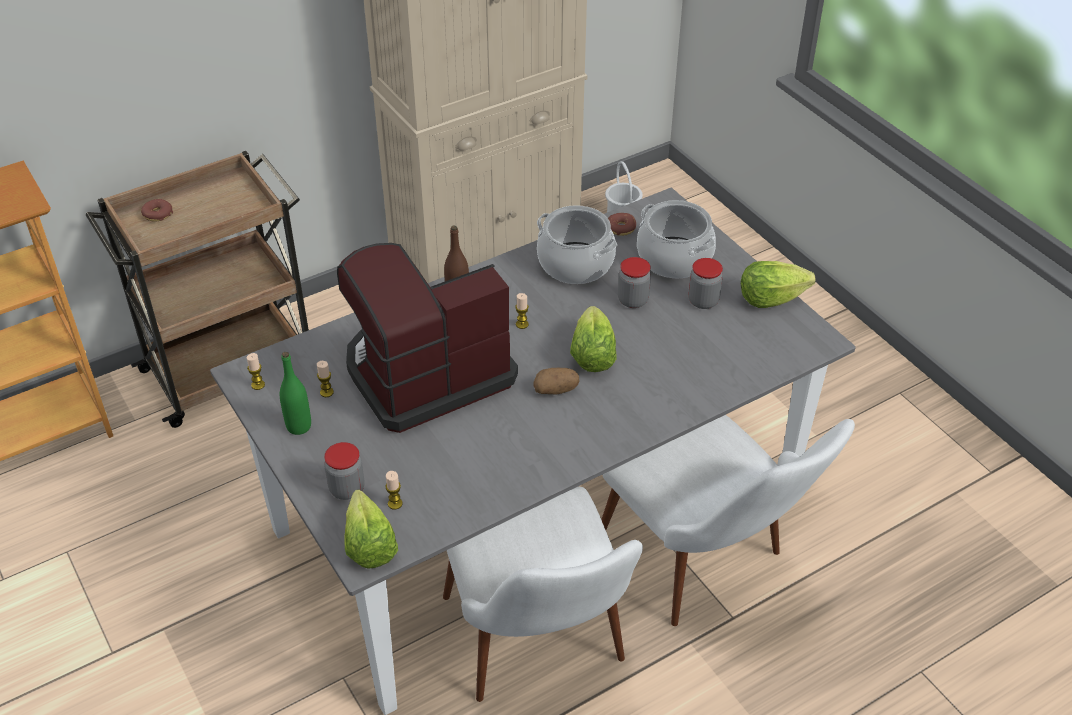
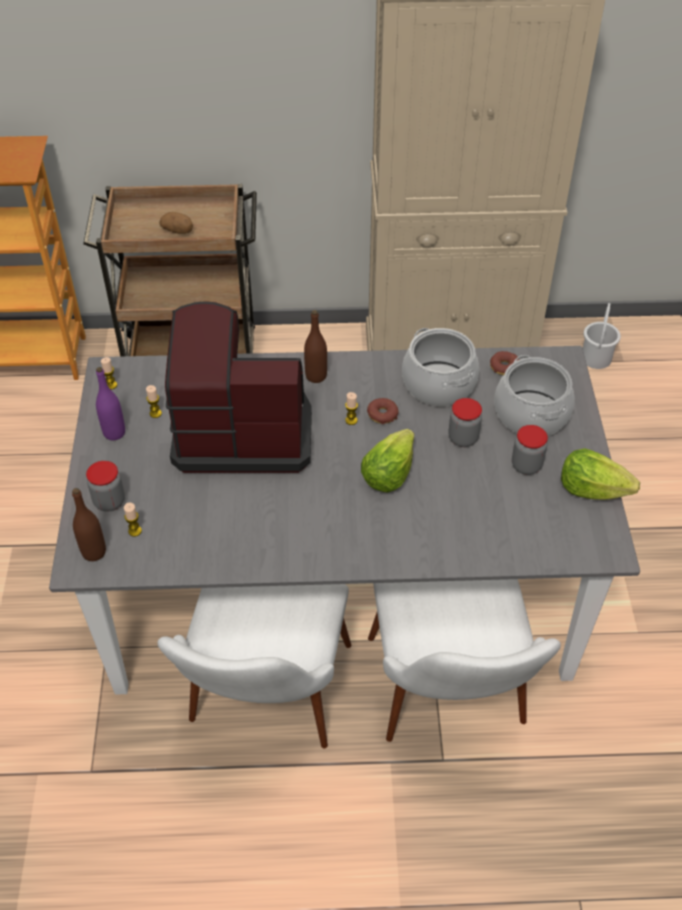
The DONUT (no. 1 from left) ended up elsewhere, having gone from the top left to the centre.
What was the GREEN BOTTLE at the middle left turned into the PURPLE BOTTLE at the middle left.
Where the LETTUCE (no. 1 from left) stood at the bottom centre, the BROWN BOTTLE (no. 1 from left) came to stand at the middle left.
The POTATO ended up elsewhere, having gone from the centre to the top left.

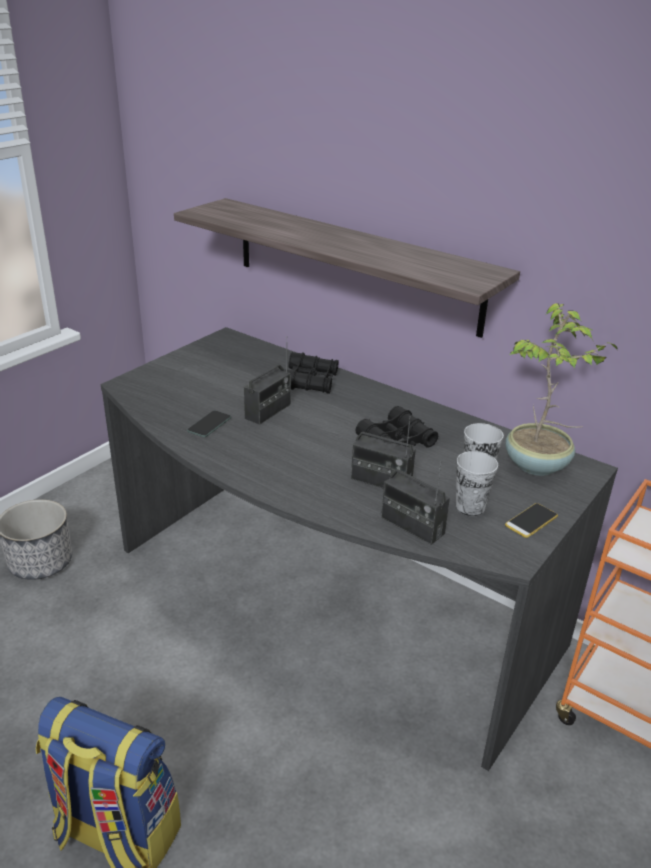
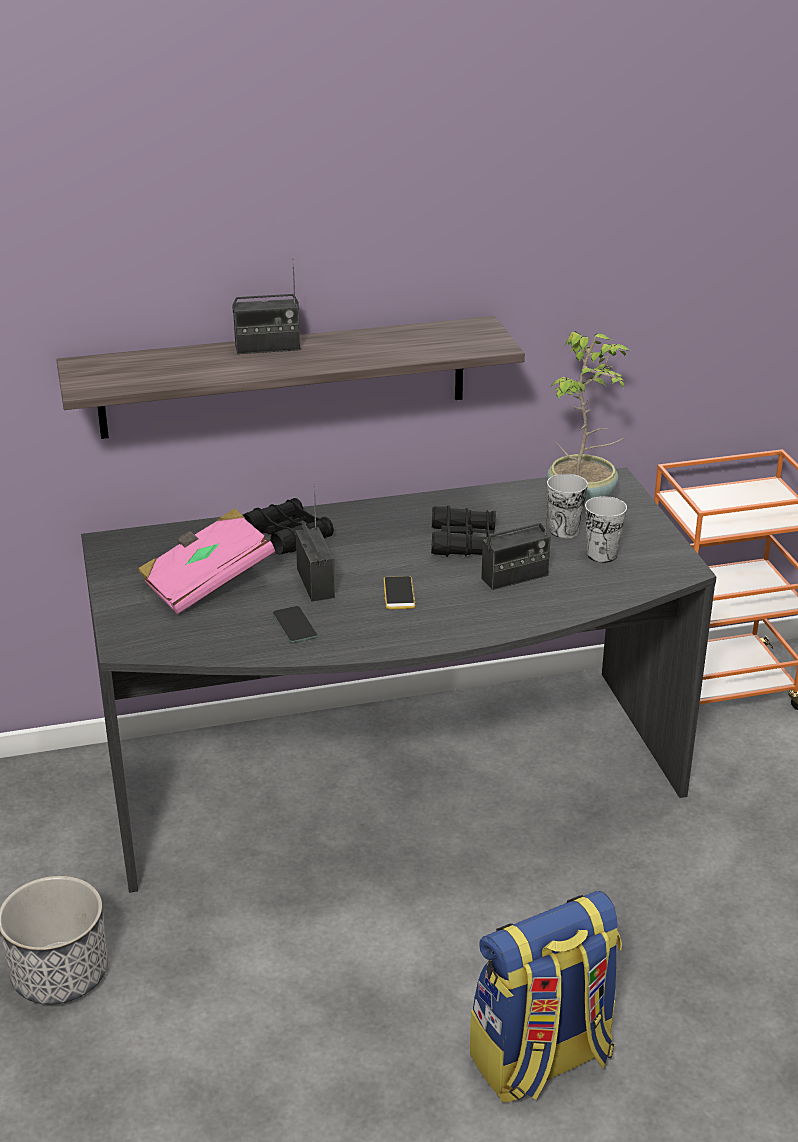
The RADIO (no. 3 from left in the first image) ended up elsewhere, having gone from the centre to the top centre.
The PHONE (no. 2 from left) ended up elsewhere, having gone from the middle right to the centre.
The second view gained the PINK BOOK at the middle left.

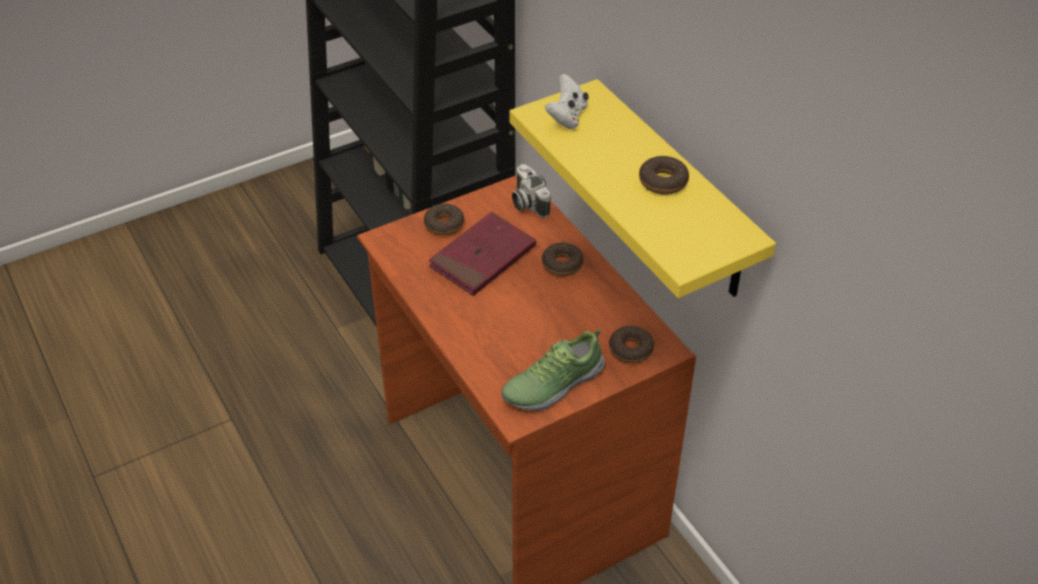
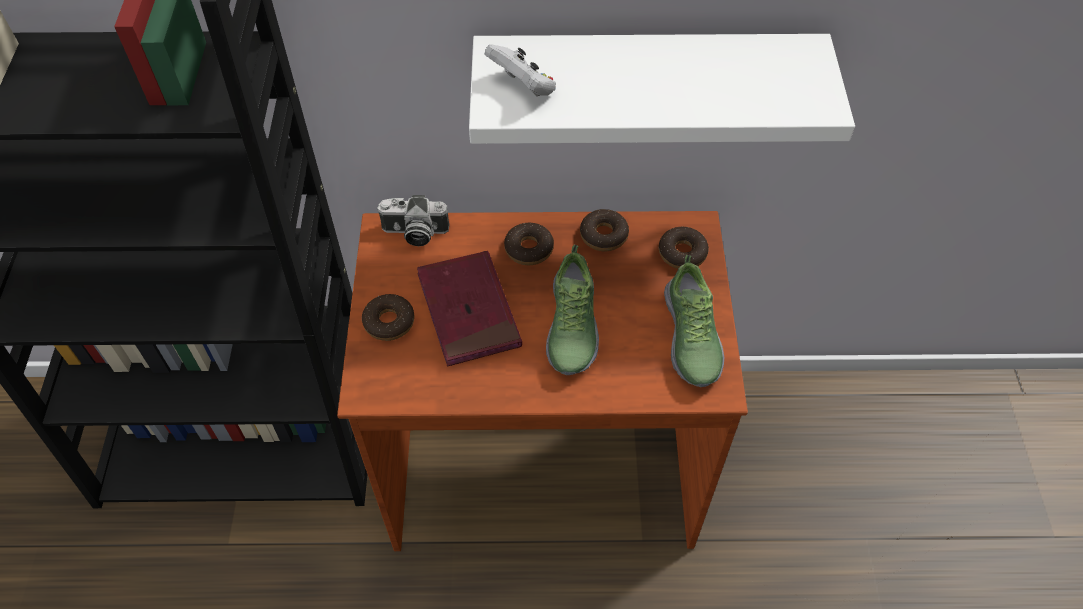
What was the YELLOW SHELF at the top centre turned into the WHITE SHELF at the top centre.
The DONUT (no. 4 from left in the first image) ended up elsewhere, having gone from the top centre to the centre.
The second view gained the SHOE (no. 1 from left) at the centre.

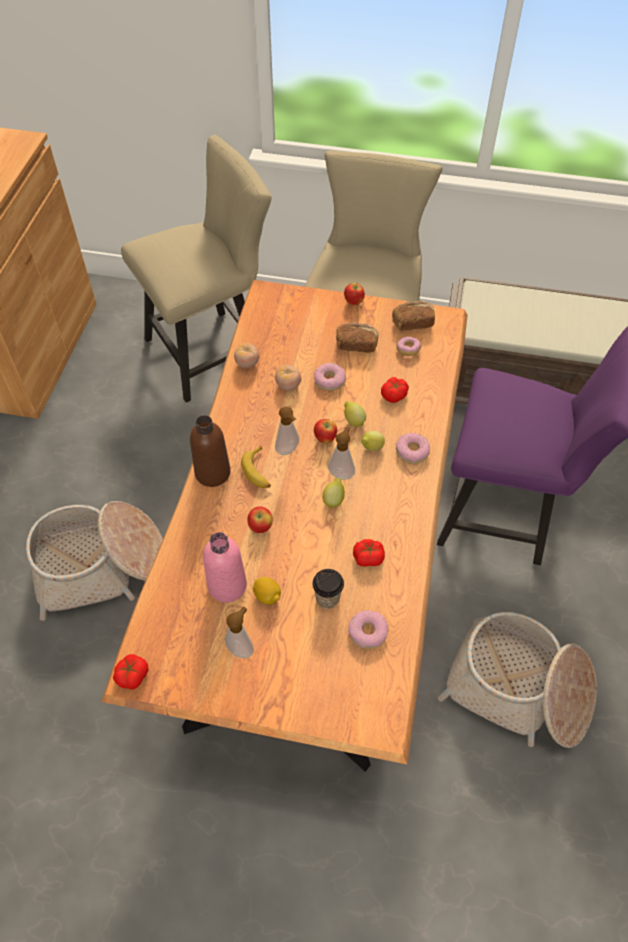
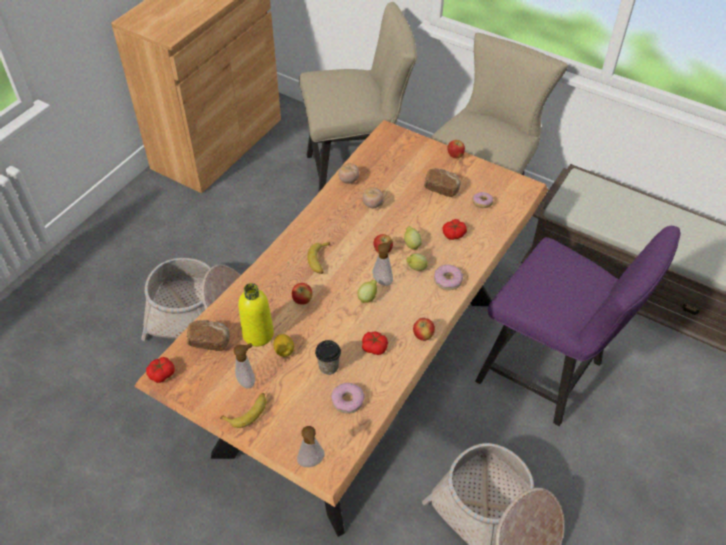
The second view lost the BROWN BOTTLE at the centre.
What was the PINK BOTTLE at the centre turned into the YELLOW BOTTLE at the centre.
The SOAP DISPENSER (no. 2 from left) ended up elsewhere, having gone from the centre to the bottom centre.
The second view lost the DONUT (no. 1 from left) at the centre.
The BREAD (no. 2 from left in the first image) ended up elsewhere, having gone from the centre to the middle left.
The second view gained the BANANA (no. 1 from left) at the bottom centre.
The second view gained the APPLE (no. 3 from left) at the centre.

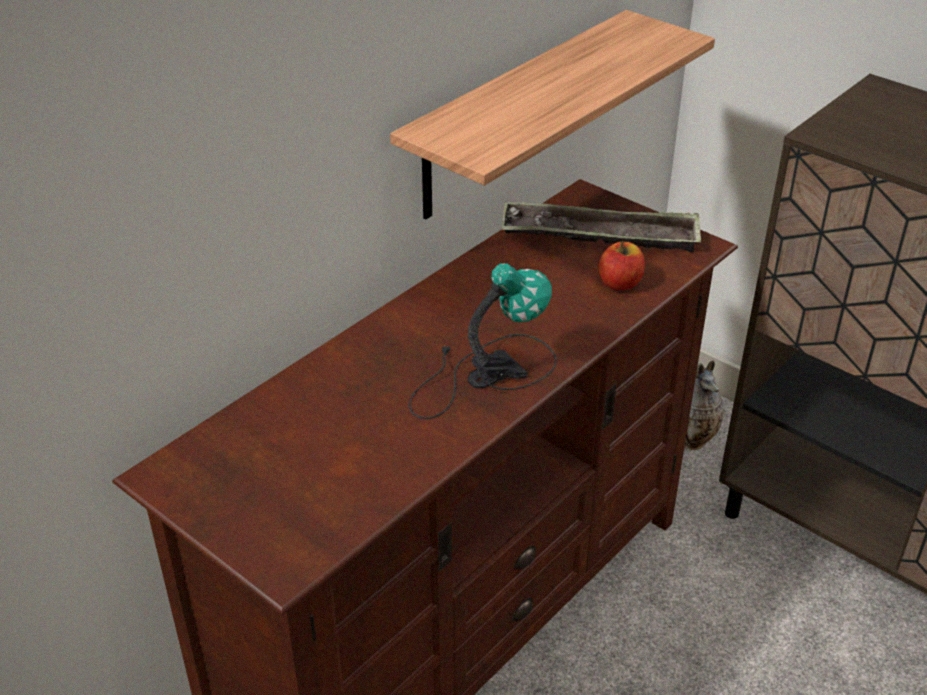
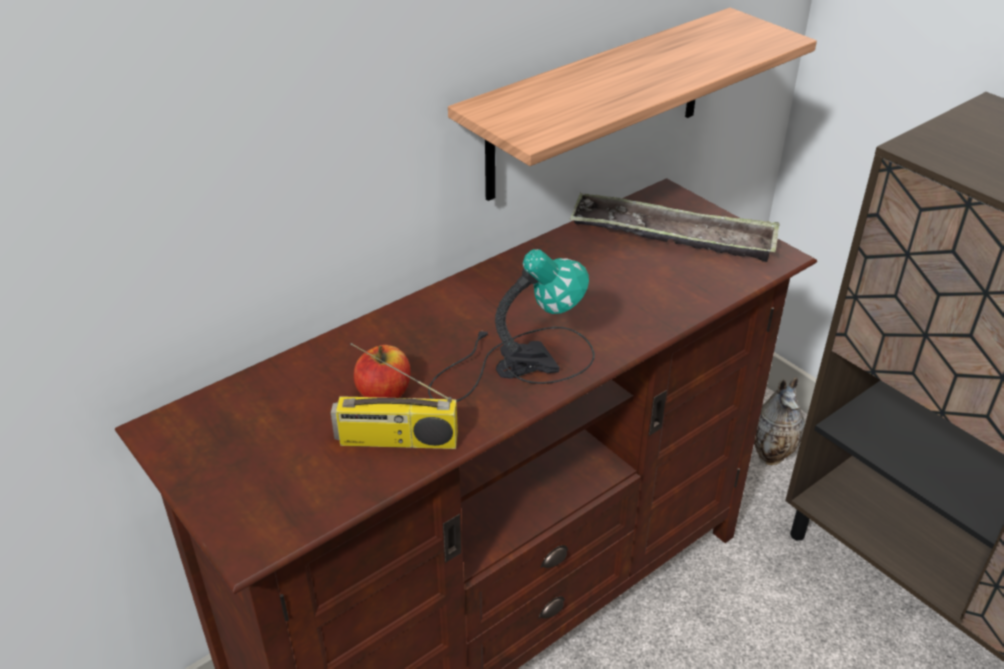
The APPLE ended up elsewhere, having gone from the middle right to the centre.
The second view gained the RADIO at the centre.

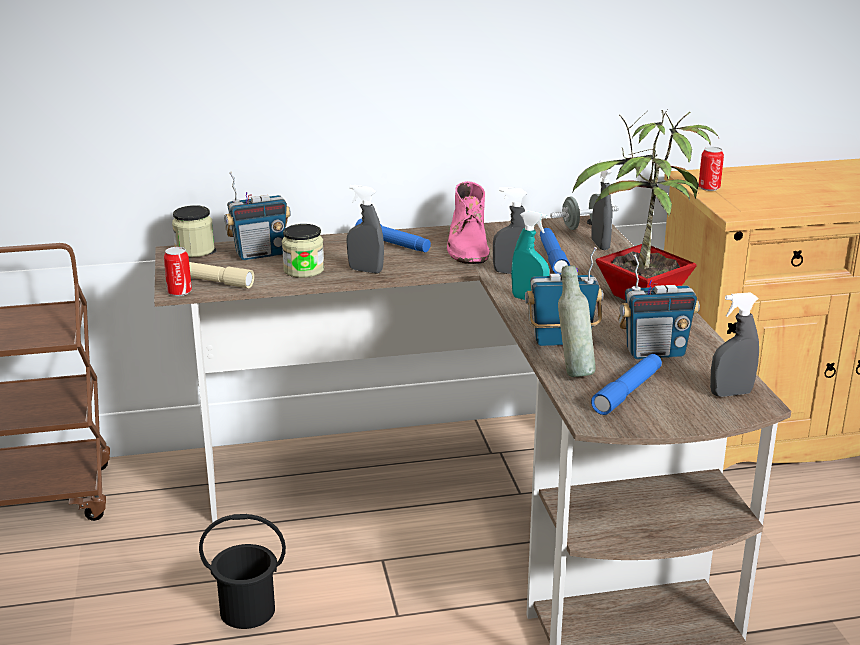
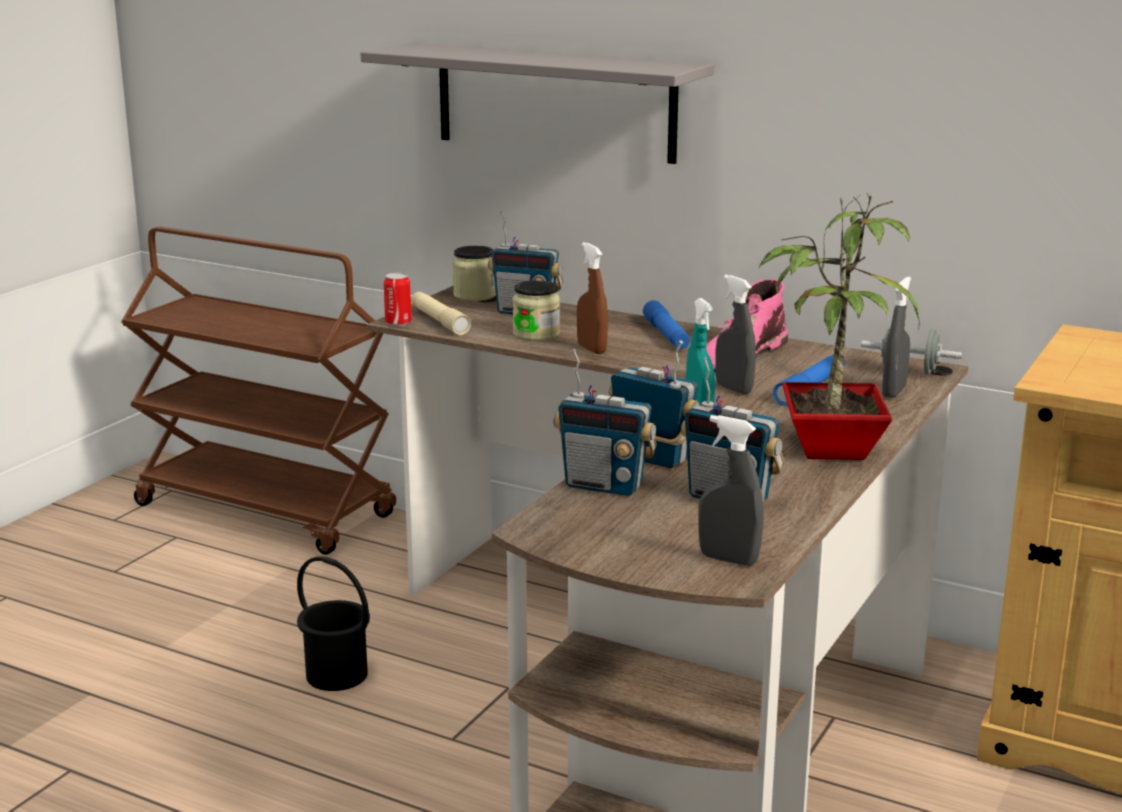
What was the GREY SPRAY BOTTLE (no. 1 from left) at the centre turned into the BROWN SPRAY BOTTLE at the centre.
Where the GREY BOTTLE stood at the middle right, the RADIO (no. 2 from left) came to stand at the centre.
The second view lost the BLUE FLASHLIGHT (no. 3 from left) at the middle right.
The second view lost the CAN (no. 2 from left) at the top right.
The second view gained the GREY SHELF at the top centre.

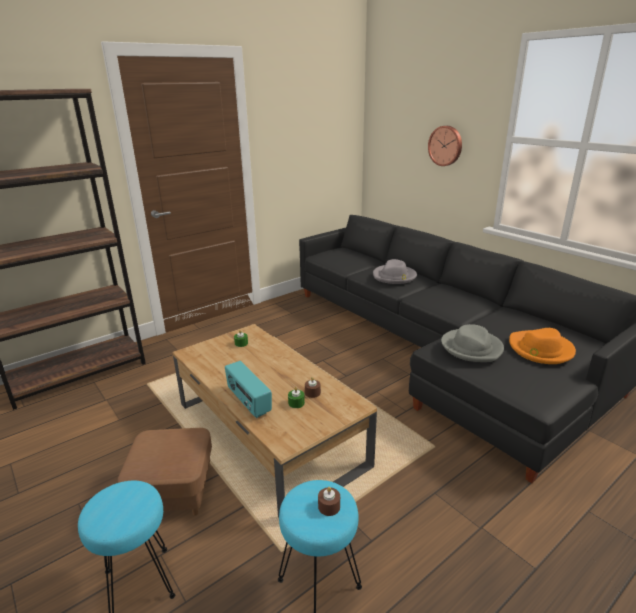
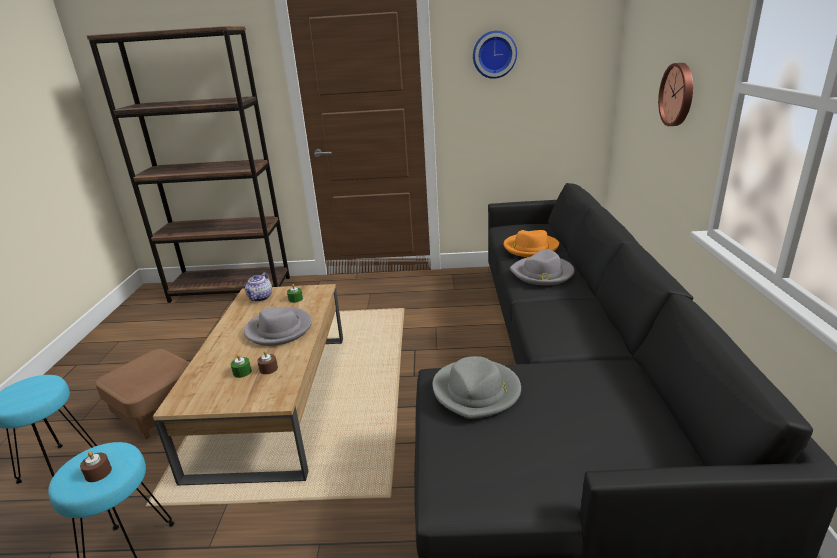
The second view lost the RADIO at the centre.
The ORANGE HAT ended up elsewhere, having gone from the middle right to the centre.
The second view gained the GREY HAT (no. 1 from left) at the middle left.
The second view gained the TEAPOT at the middle left.
The second view gained the WALL CLOCK (no. 1 from left) at the top centre.

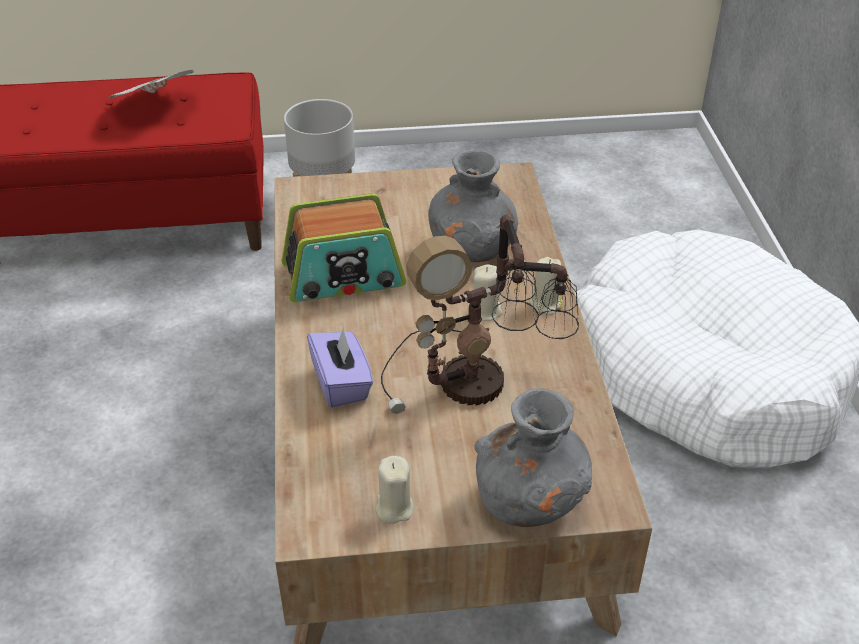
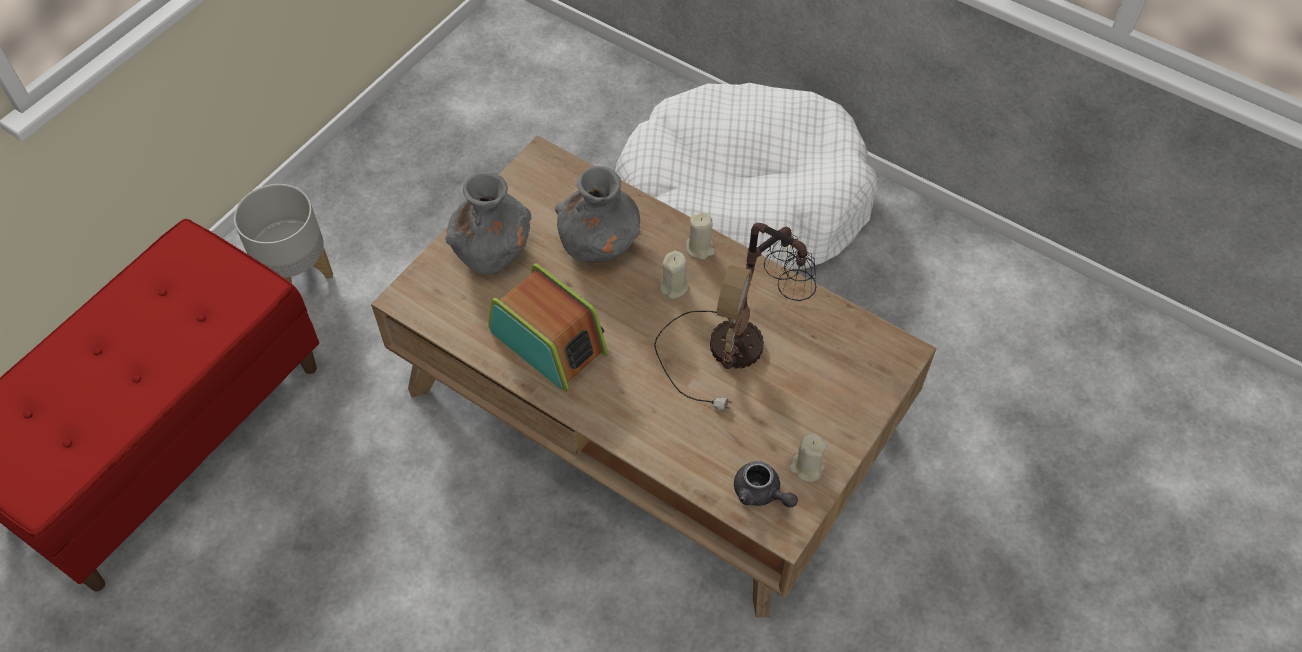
The second view lost the NEWSPAPER at the top left.
The RADIO at the centre ended up facing another way, 75 degrees counterclockwise from before.
The second view lost the PURPLE TISSUE BOX at the centre.
The GREY VASE (no. 2 from left in the first image) ended up elsewhere, having gone from the bottom centre to the centre.
The second view gained the GREY TEAPOT at the bottom centre.

